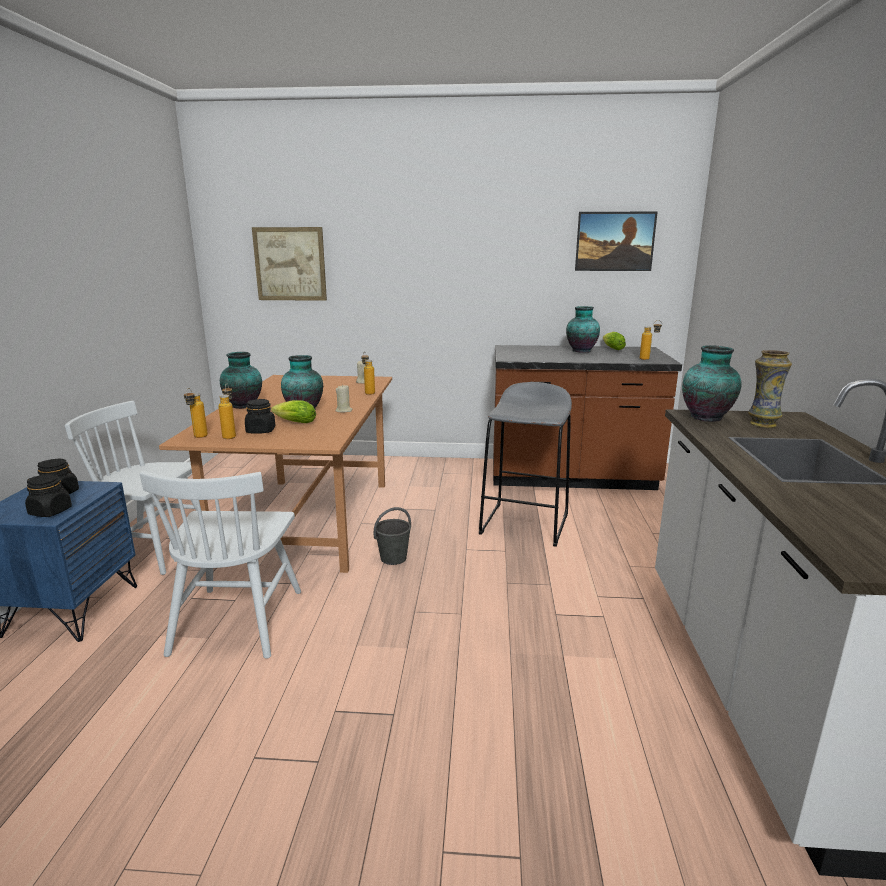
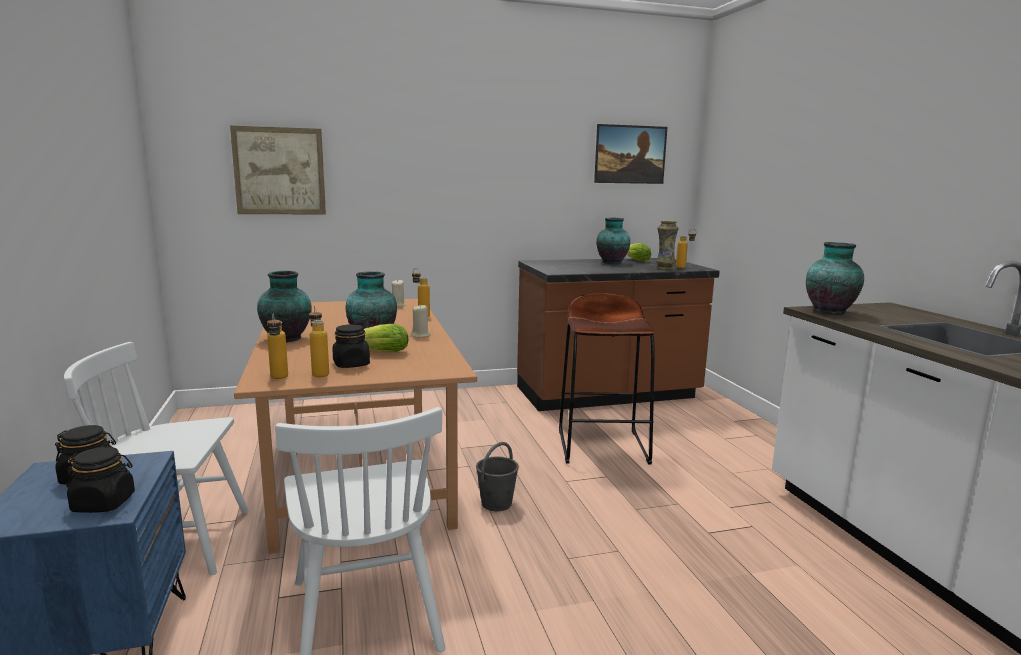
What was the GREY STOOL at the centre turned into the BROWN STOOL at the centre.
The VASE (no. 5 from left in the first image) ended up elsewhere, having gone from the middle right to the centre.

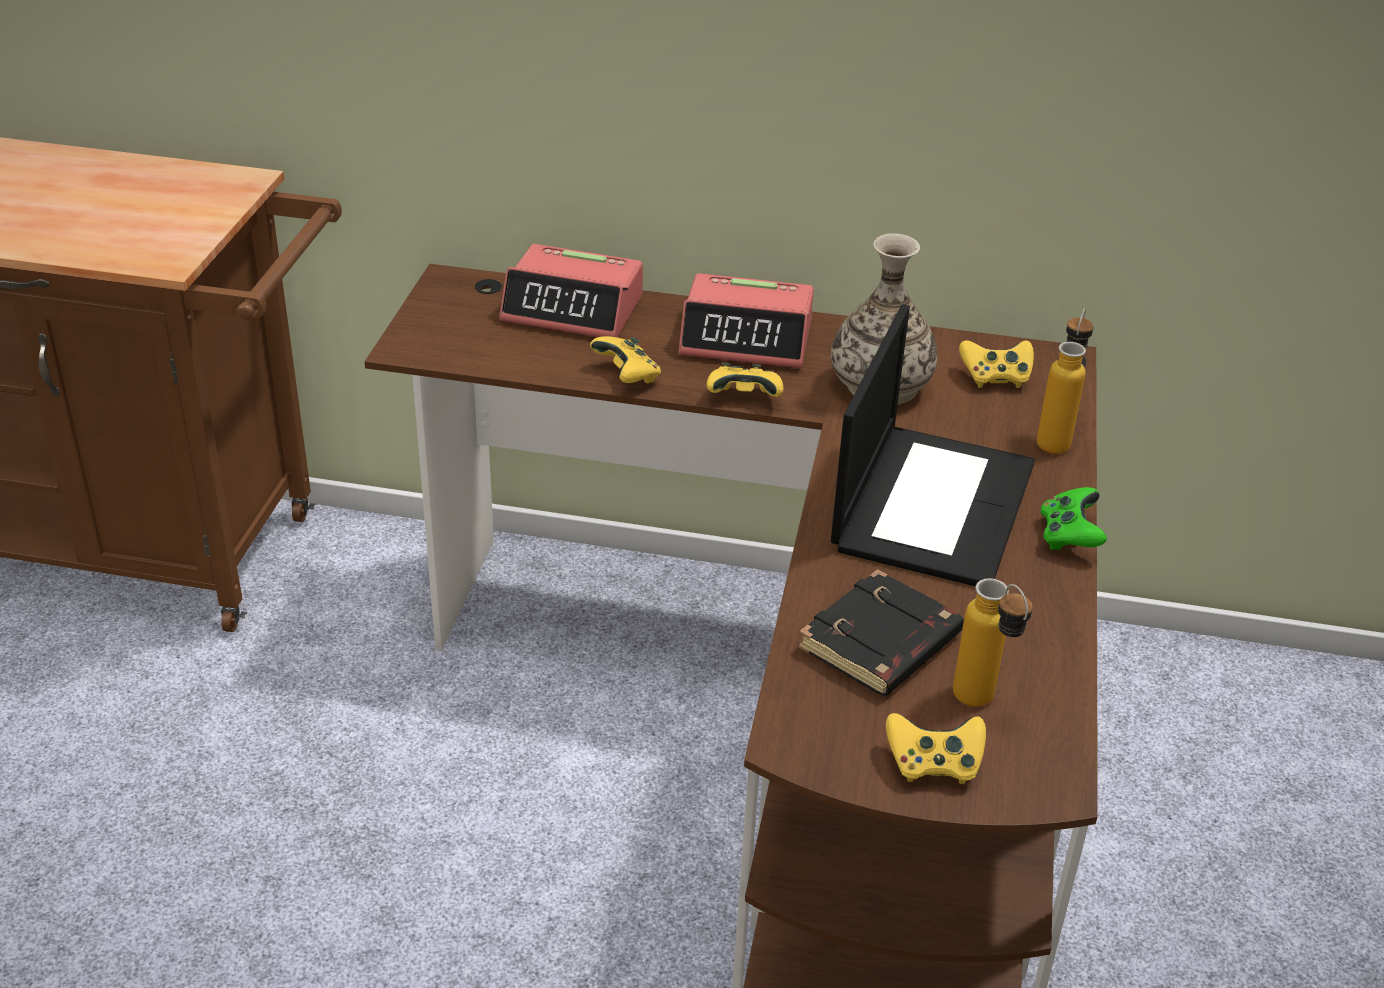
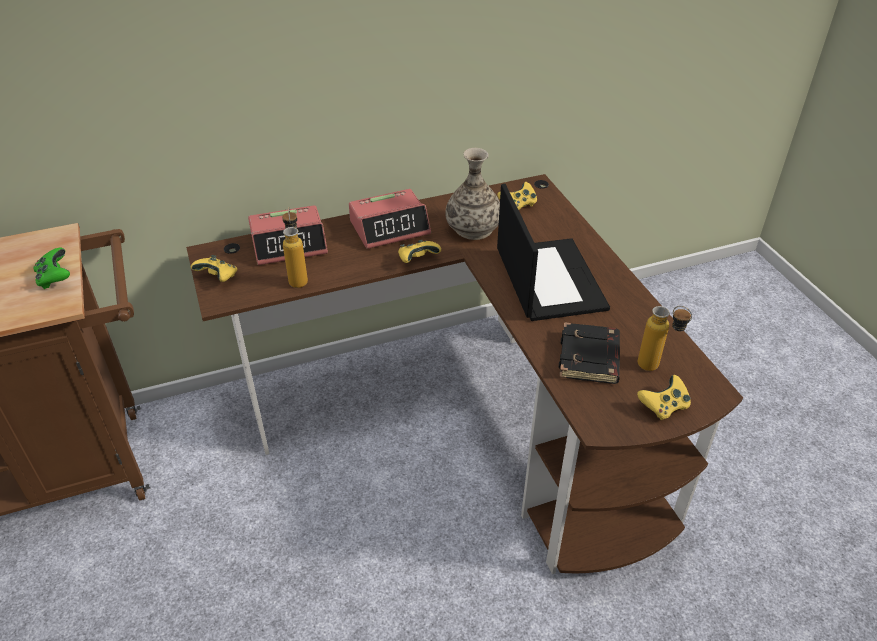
The YELLOW GAME CONTROLLER (no. 1 from left) ended up elsewhere, having gone from the centre to the middle left.
The BOTTLE (no. 2 from left in the first image) ended up elsewhere, having gone from the middle right to the centre.
The GREEN GAME CONTROLLER ended up elsewhere, having gone from the middle right to the middle left.

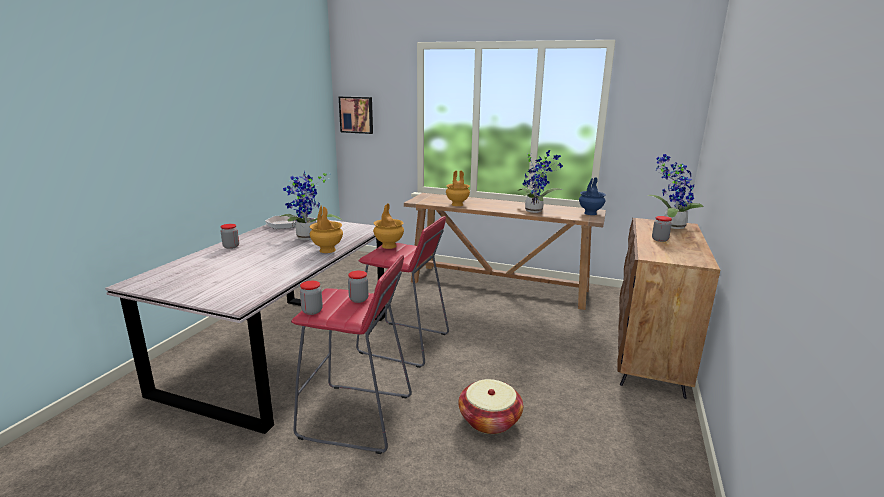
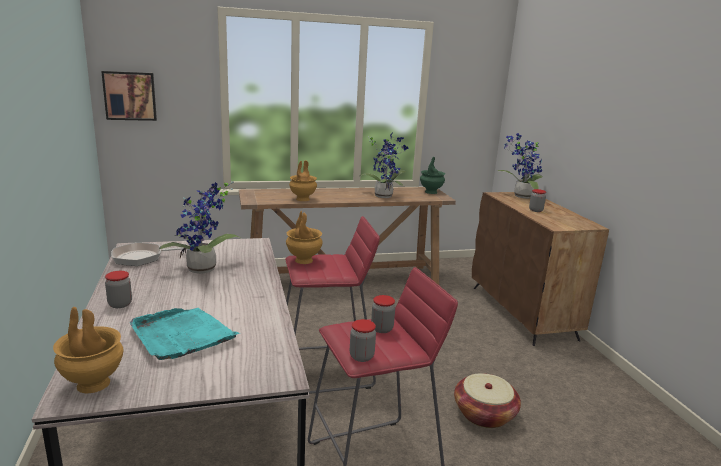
The BROWN VASE (no. 1 from left) ended up elsewhere, having gone from the centre to the bottom left.
What was the BLUE VASE at the middle right turned into the GREEN VASE at the centre.
The second view gained the TURQUOISE TRAY at the bottom left.

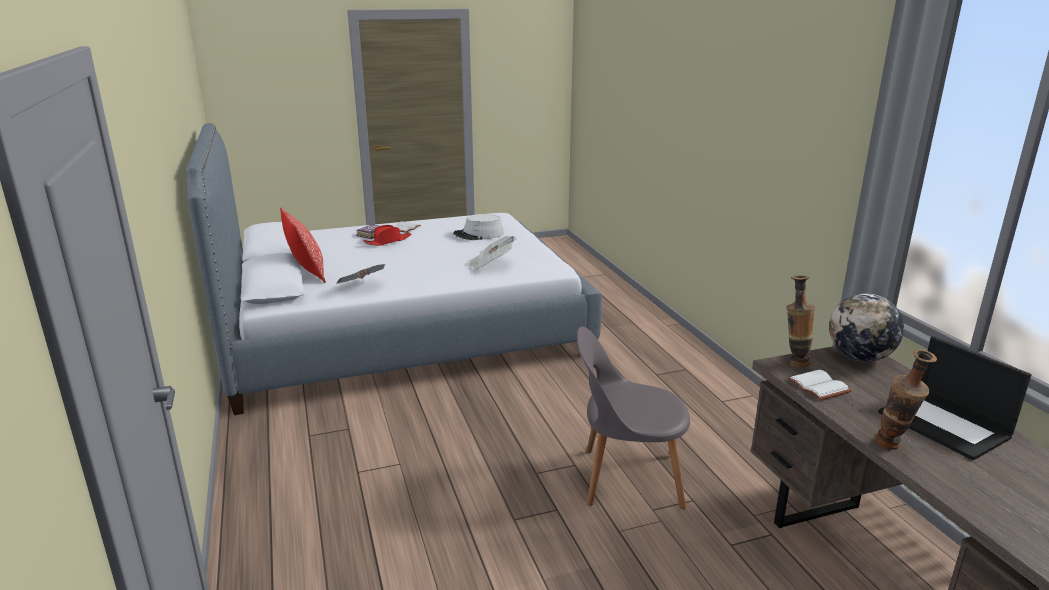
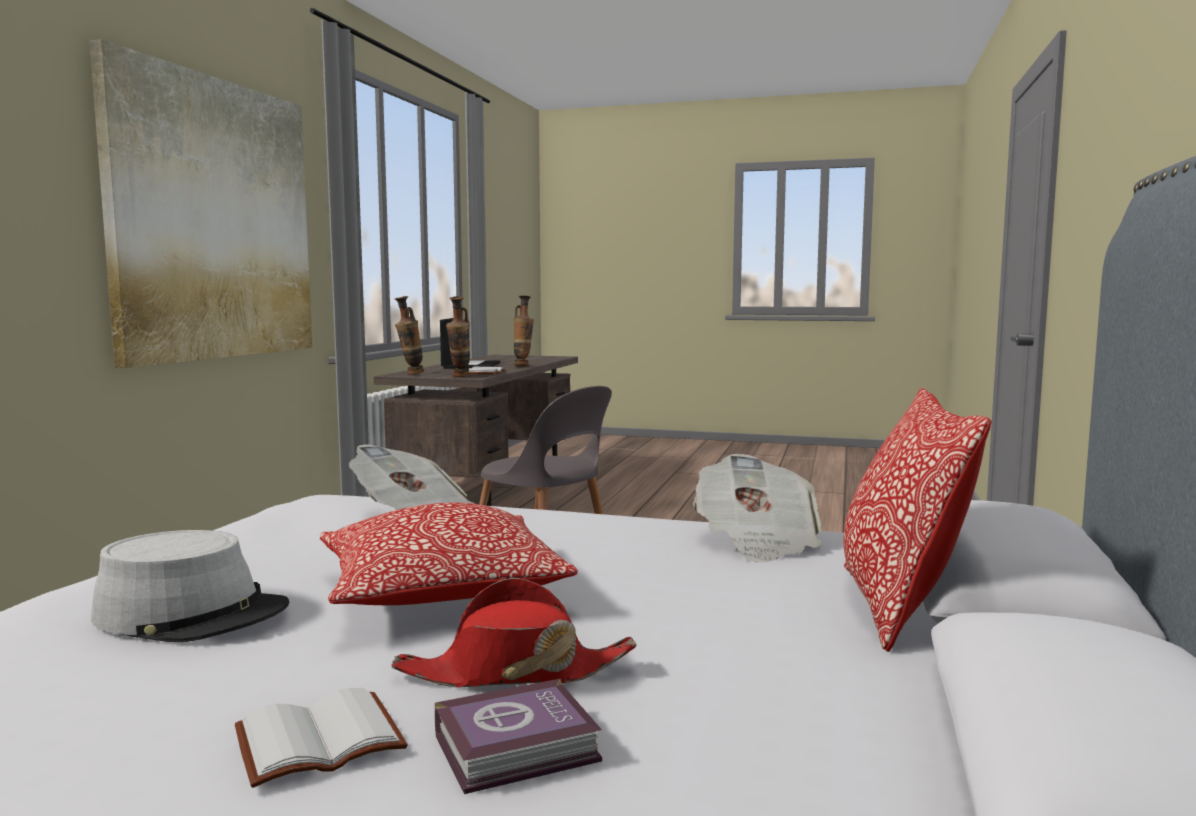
Where the GLOBE stood at the middle right, the VASE (no. 1 from left) came to stand at the centre.
The second view gained the PICTURE at the top left.
The second view gained the PILLOW (no. 1 from left) at the bottom centre.

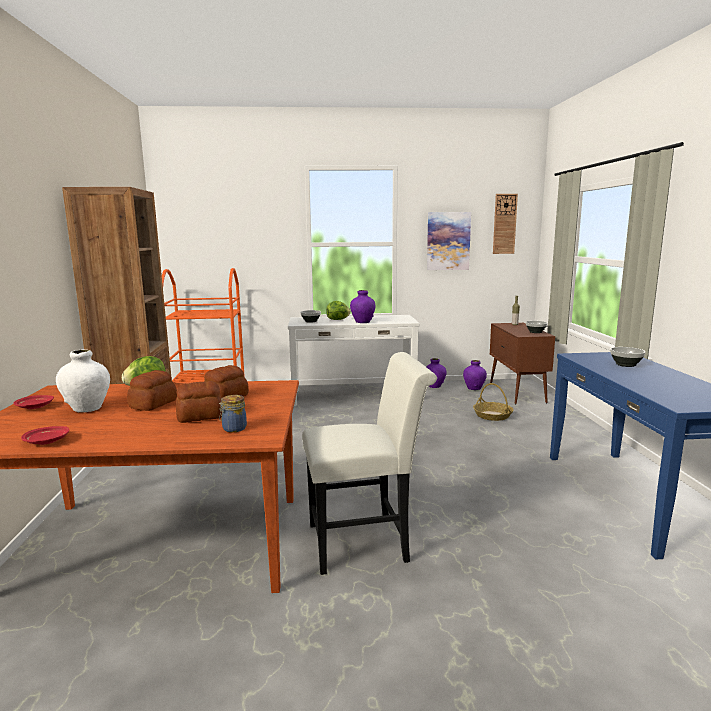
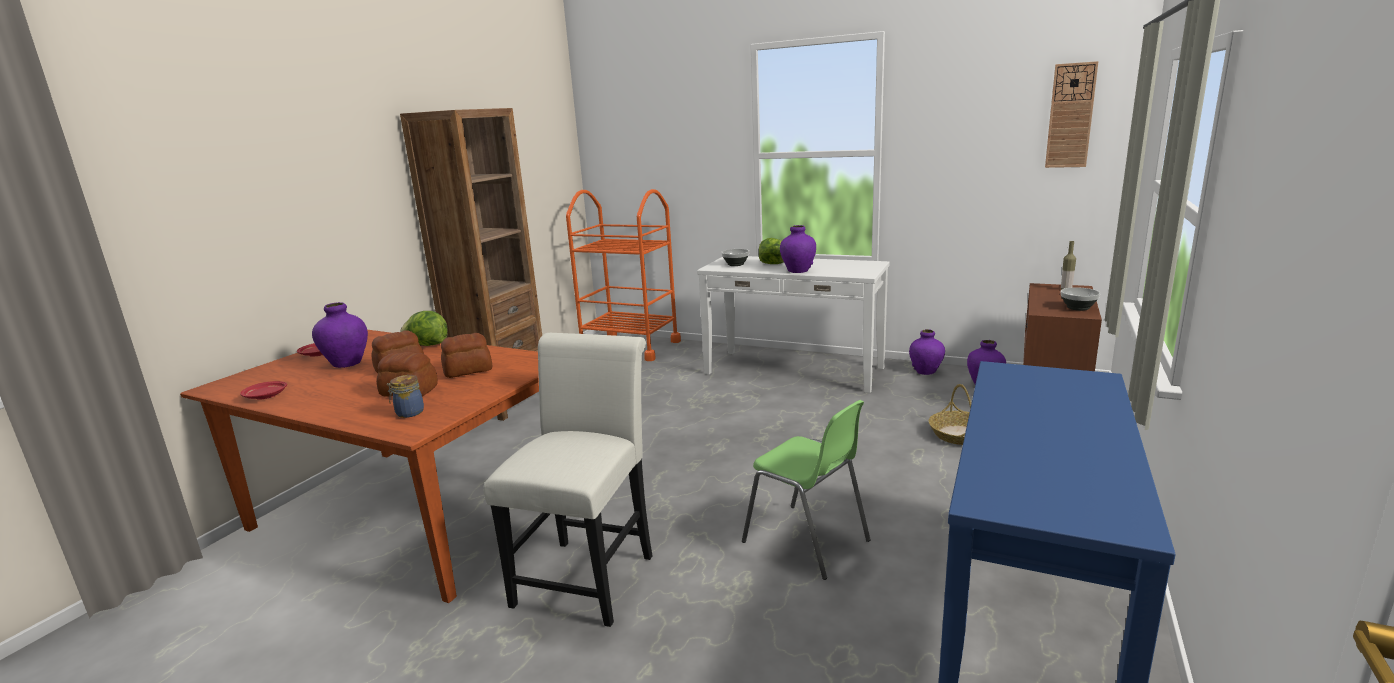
What was the WHITE VASE at the middle left turned into the PURPLE VASE (no. 1 from left) at the middle left.
The WHITE CHAIR at the centre ended up facing another way, 90 degrees counterclockwise from before.
The second view lost the PICTURE at the centre.
The second view lost the BOWL (no. 3 from left) at the middle right.
The second view gained the GREEN CHAIR at the bottom centre.

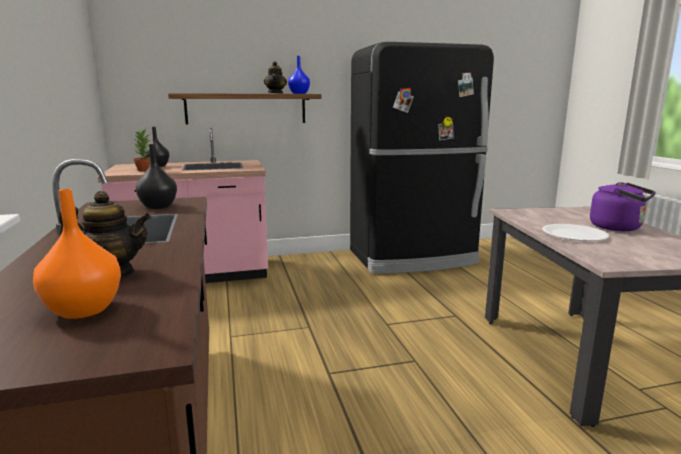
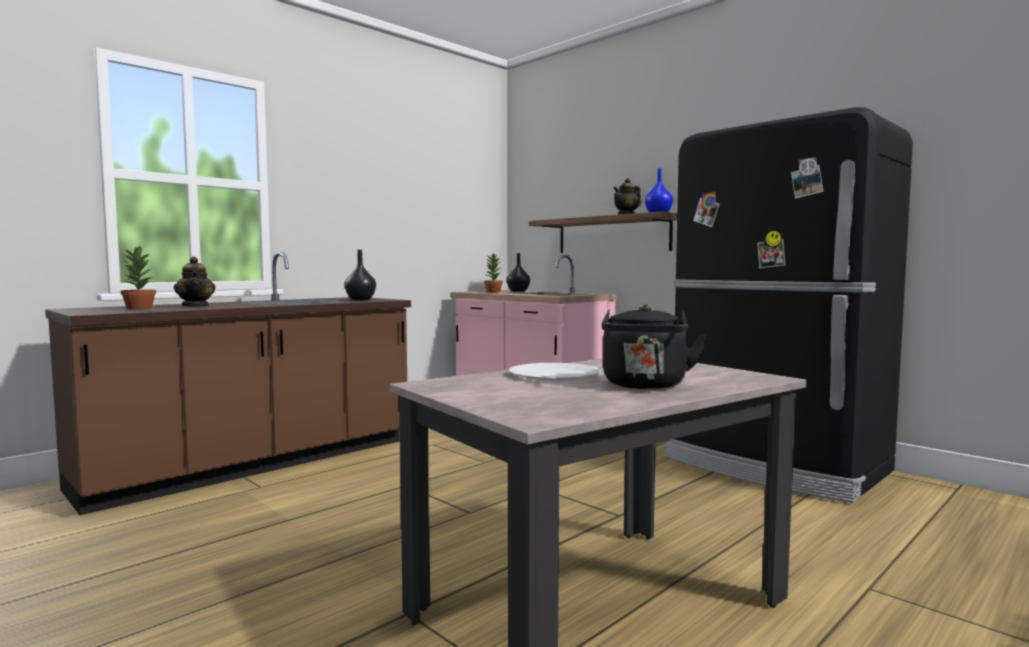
Where the ORANGE VASE stood at the middle left, the POTTED PLANT (no. 1 from left) came to stand at the middle left.
What was the PURPLE KETTLE at the middle right turned into the BLACK KETTLE at the centre.

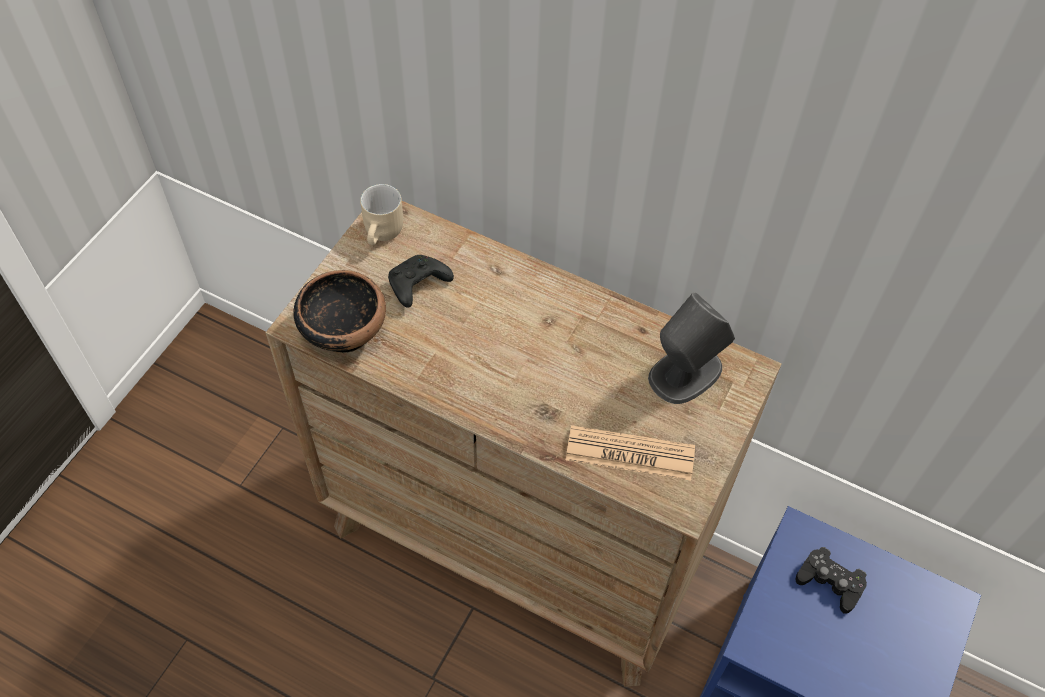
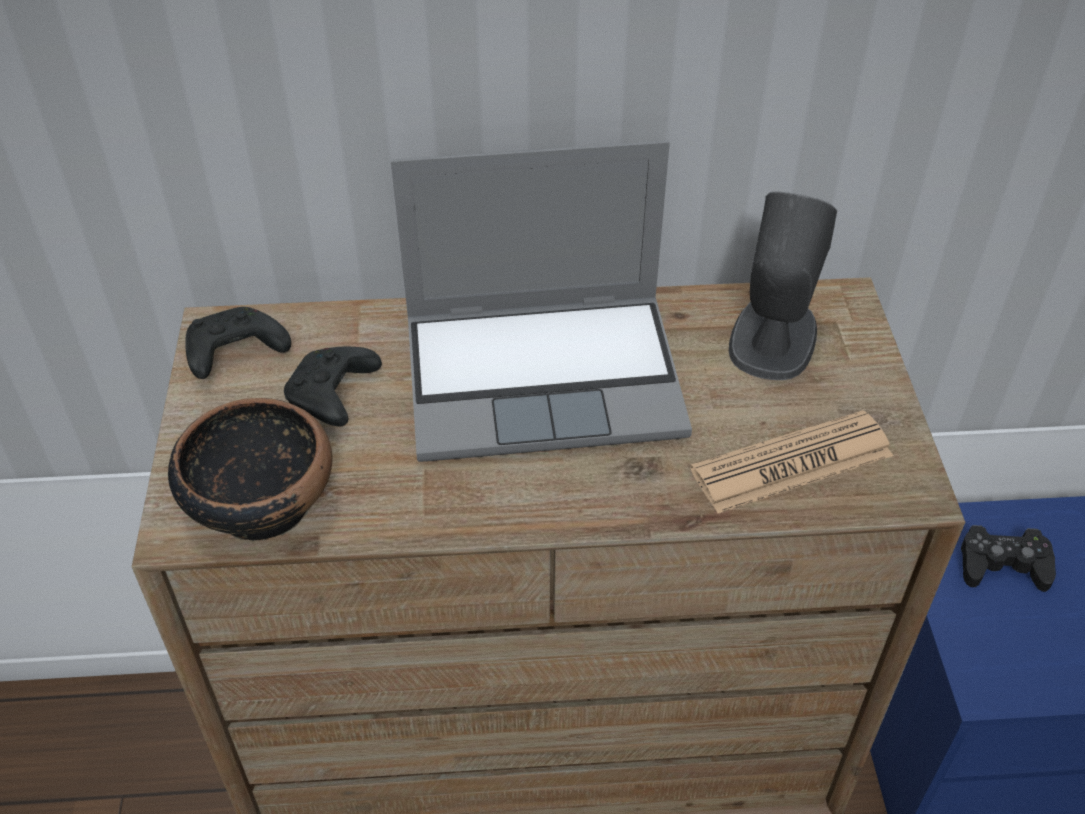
Where the BEIGE MUG stood at the top centre, the BLACK GAME CONTROLLER (no. 1 from left) came to stand at the middle left.
The second view gained the LAPTOP at the centre.

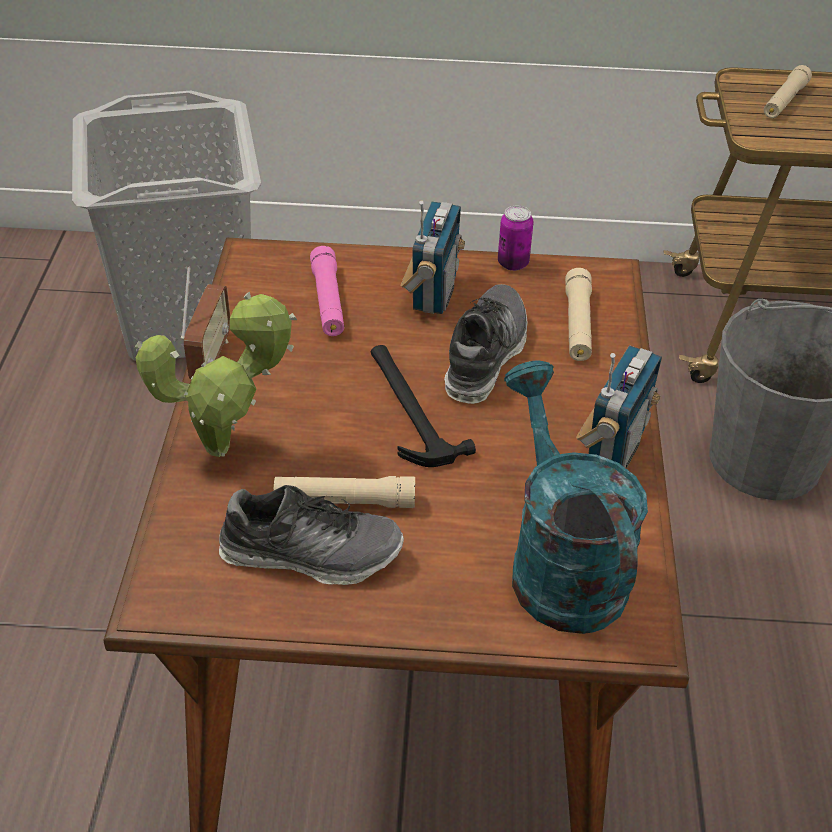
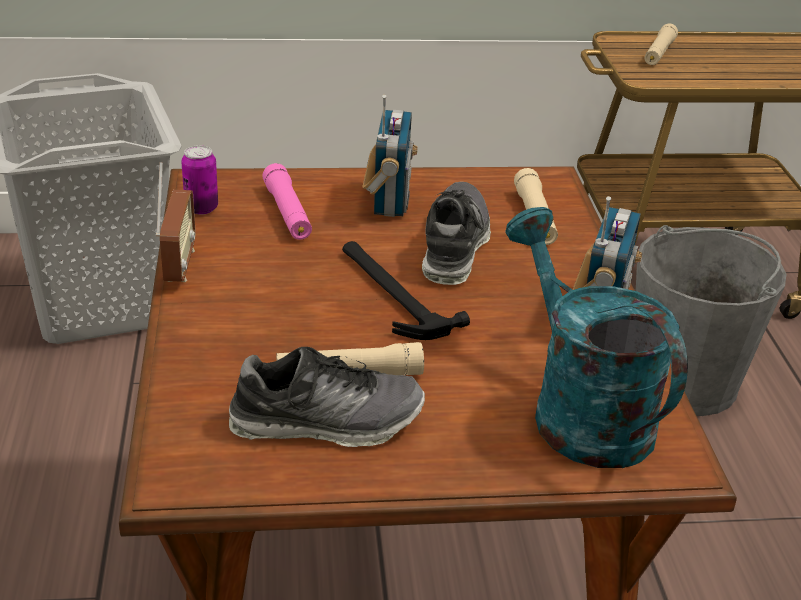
The second view lost the POTTED PLANT at the middle left.
The CAN ended up elsewhere, having gone from the top centre to the top left.

